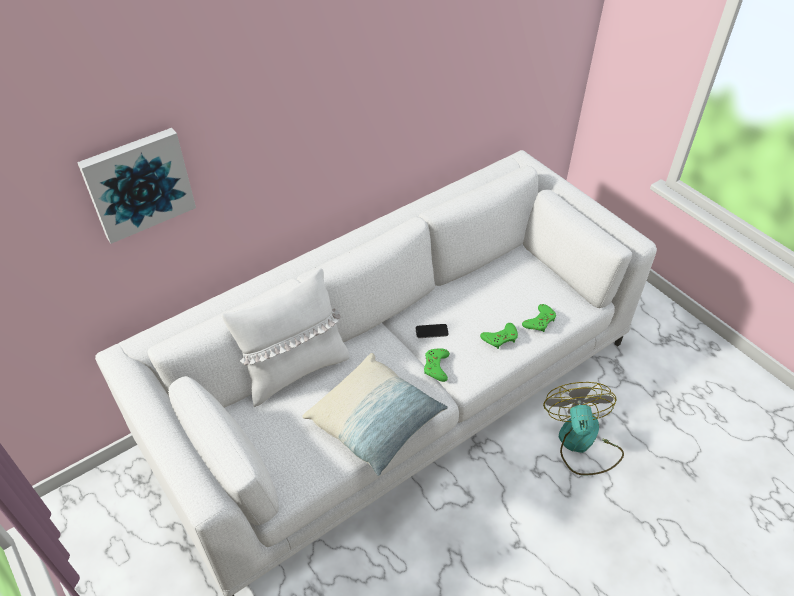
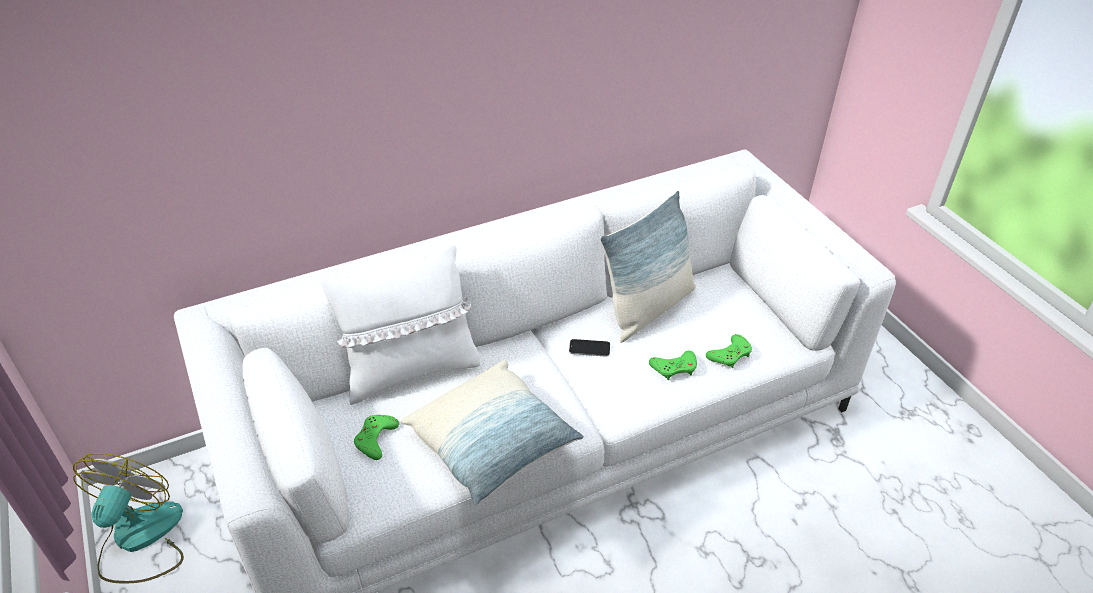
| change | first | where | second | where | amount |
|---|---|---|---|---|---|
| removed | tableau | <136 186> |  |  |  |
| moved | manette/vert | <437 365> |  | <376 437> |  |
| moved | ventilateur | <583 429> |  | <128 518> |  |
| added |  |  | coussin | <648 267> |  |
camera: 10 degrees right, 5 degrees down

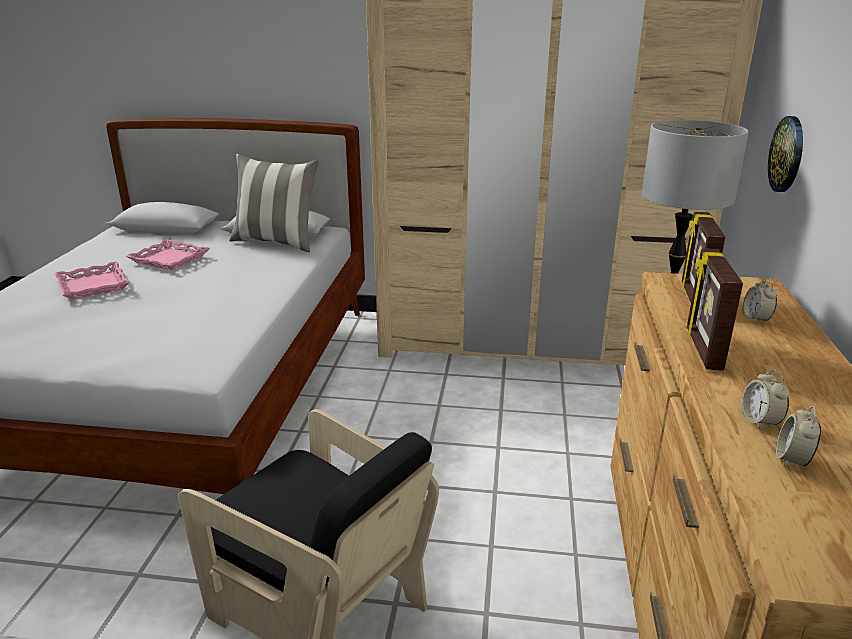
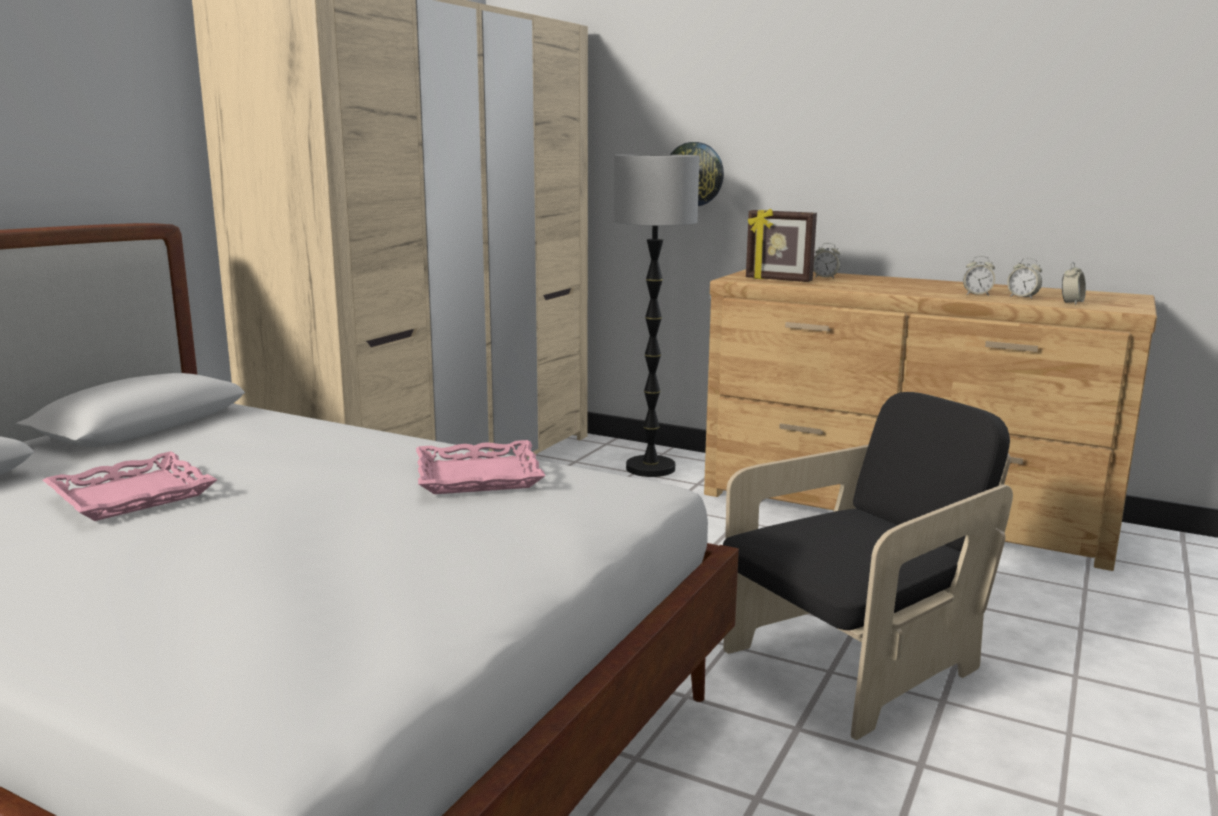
| change | first | where | second | where | amount |
|---|---|---|---|---|---|
| removed | coussin | <274 203> |  |  |  |
| removed | cadre photo | <715 309> |  |  |  |
| moved | plateau/rose | <92 280> |  | <480 467> |  |
| added |  |  | réveil | <1074 283> |  |
camera: 70 degrees left, 10 degrees down

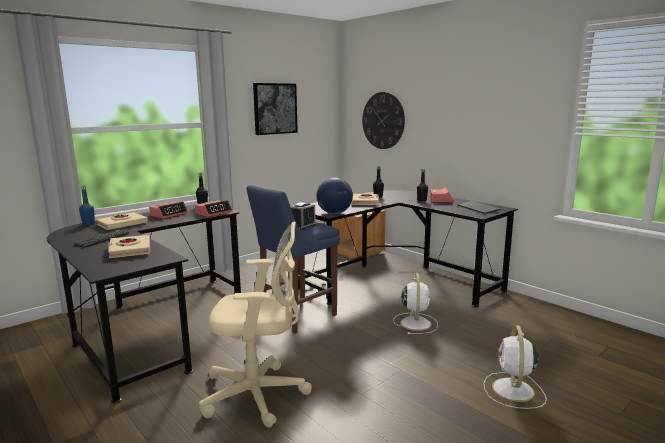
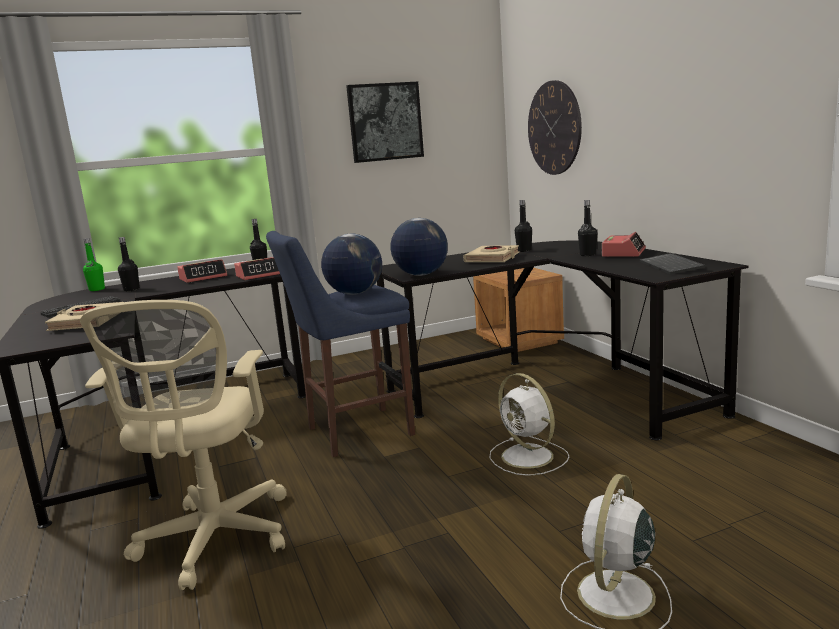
| change | first | where | second | where | amount |
|---|---|---|---|---|---|
| recoloured | bouteille/bleu | <87 206> | bouteille/vert | <94 264> |  |
| replaced | réveil | <303 216> | globe | <351 264> |  |
| replaced | livre/beige | <122 221> | bouteille/noir | <129 264> |  |
| turned | chaise de bureau/beige | <255 324> |  | <183 445> | 75 degrees clockwise |
| turned | ventilateur/blanc | <415 304> |  | <529 424> | 120 degrees clockwise |
camera: 20 degrees right, 0 degrees up

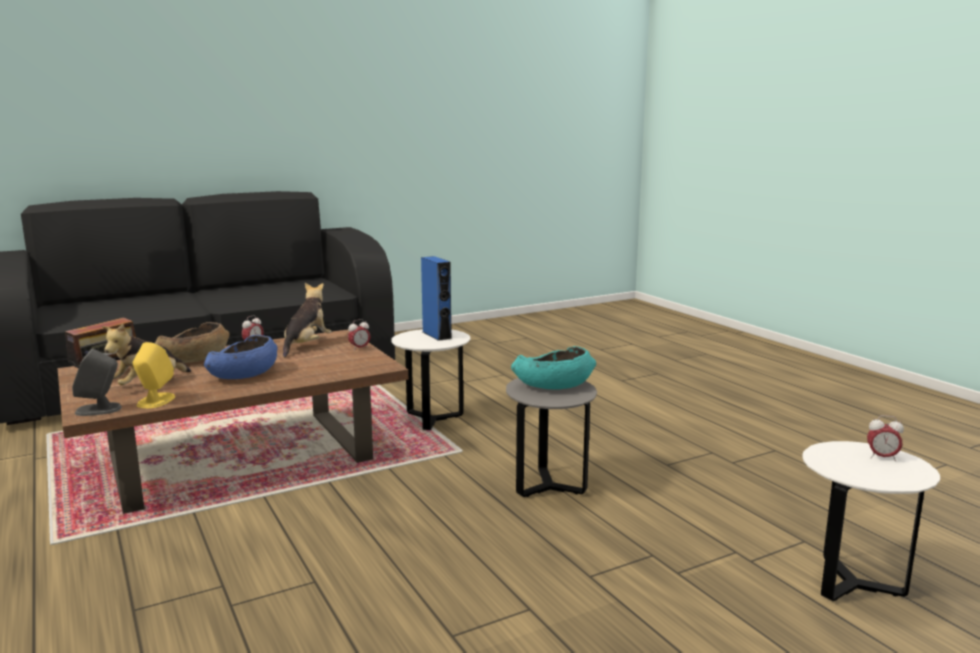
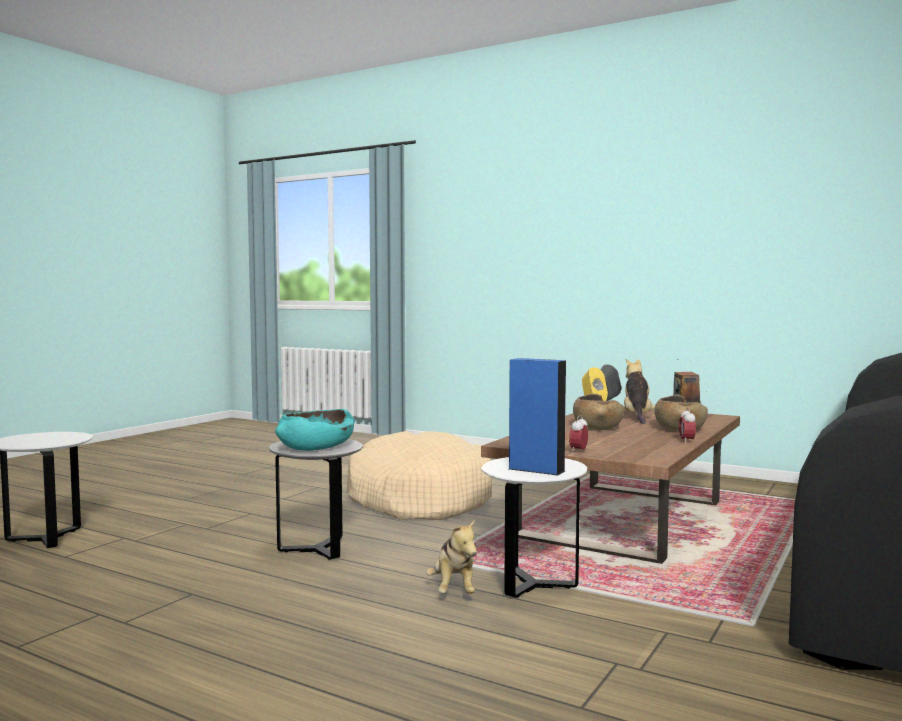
| change | first | where | second | where | amount |
|---|---|---|---|---|---|
| moved | peluche | <307 320> |  | <451 556> |  |
| recoloured | bol/bleu | <240 357> | bol/marron | <598 412> |  |
| removed | réveil | <885 438> |  |  |  |
| added |  |  | panier pour chien/beige | <419 475> |  |
camera: 150 degrees right, 10 degrees down

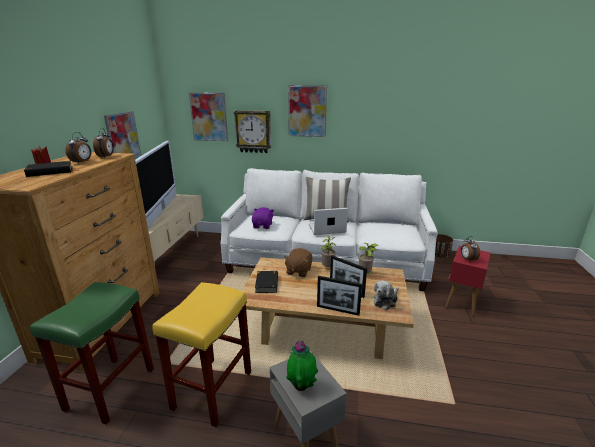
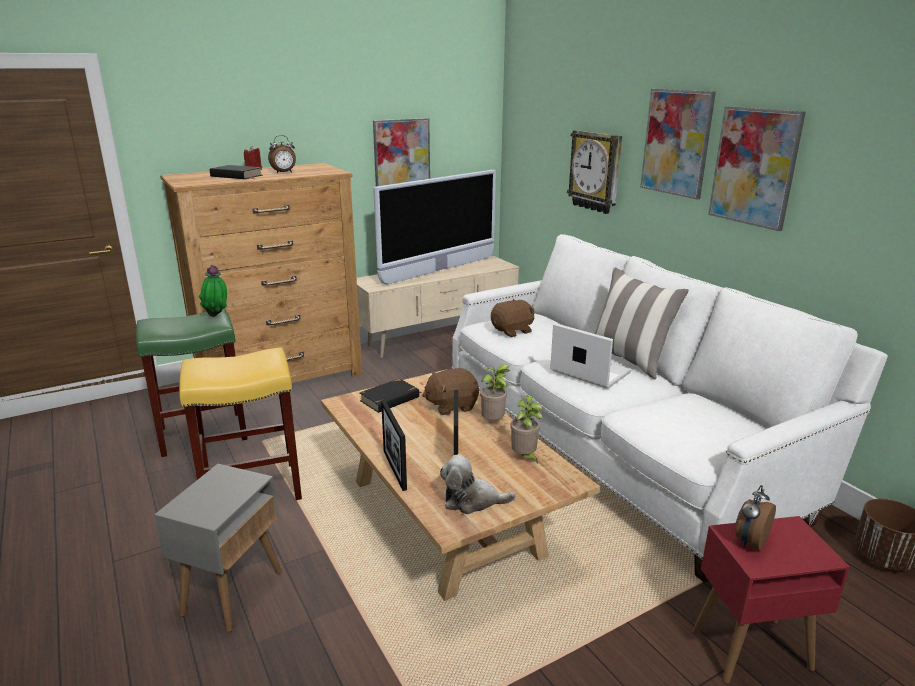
| change | first | where | second | where | amount |
|---|---|---|---|---|---|
| moved | tableau | <208 116> |  | <757 168> |  |
| removed | réveil | <103 143> |  |  |  |
| recoloured | peluche/violet | <263 218> | peluche/marron | <513 318> |  |
| moved | plante en pot | <302 366> |  | <213 291> |  |
camera: 50 degrees right, 0 degrees up

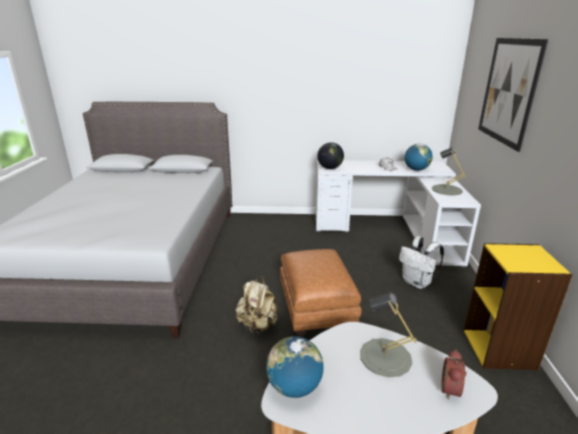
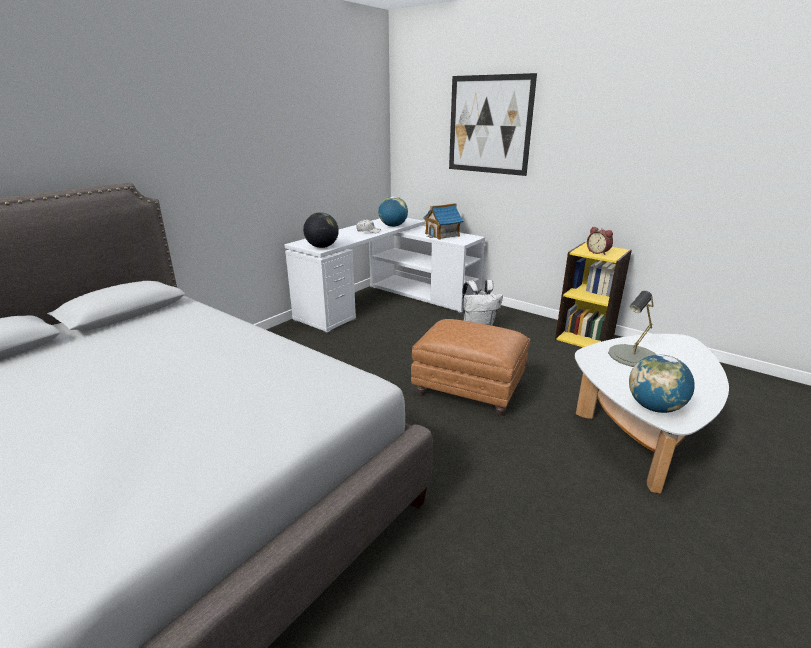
| change | first | where | second | where | amount |
|---|---|---|---|---|---|
| replaced | lampe de table/gris | <449 171> | maison miniature | <443 221> |  |
| removed | sac à dos/beige | <256 306> |  |  |  |
| moved | réveil | <454 374> |  | <600 241> |  |
camera: 55 degrees left, 0 degrees up

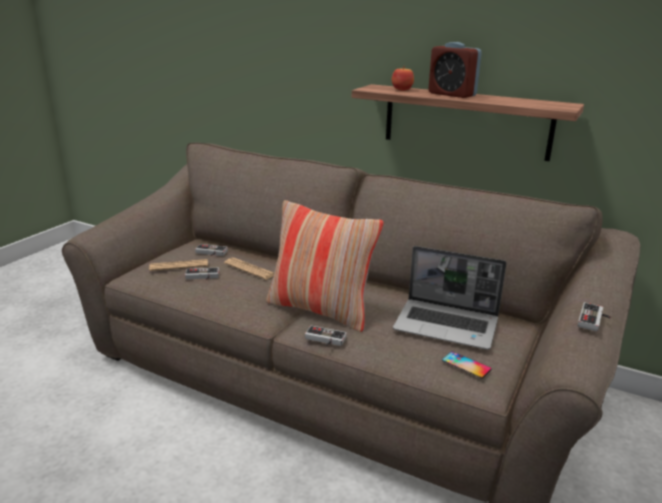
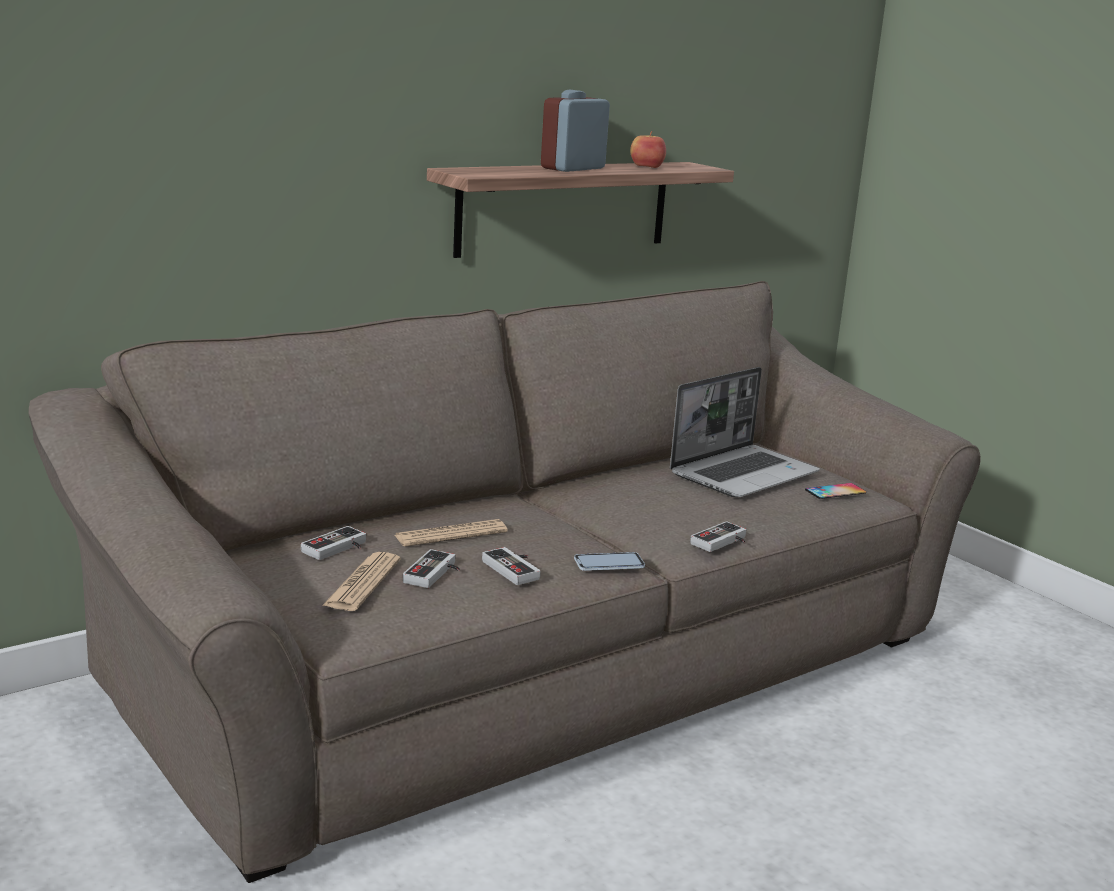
| change | first | where | second | where | amount |
|---|---|---|---|---|---|
| turned | réveil | <455 70> |  | <575 131> | 150 degrees clockwise |
| moved | pomme | <403 78> |  | <648 149> |  |
| removed | coussin | <325 266> |  |  |  |
| moved | manette | <595 316> |  | <511 566> |  |
| added |  |  | téléphone | <609 561> |  |
camera: 65 degrees left, 5 degrees down

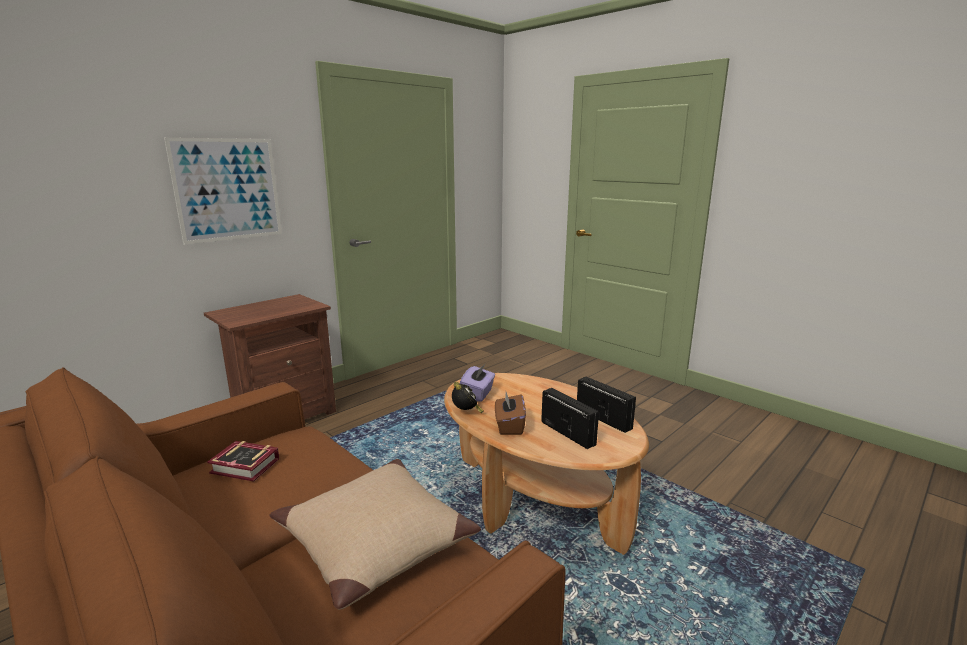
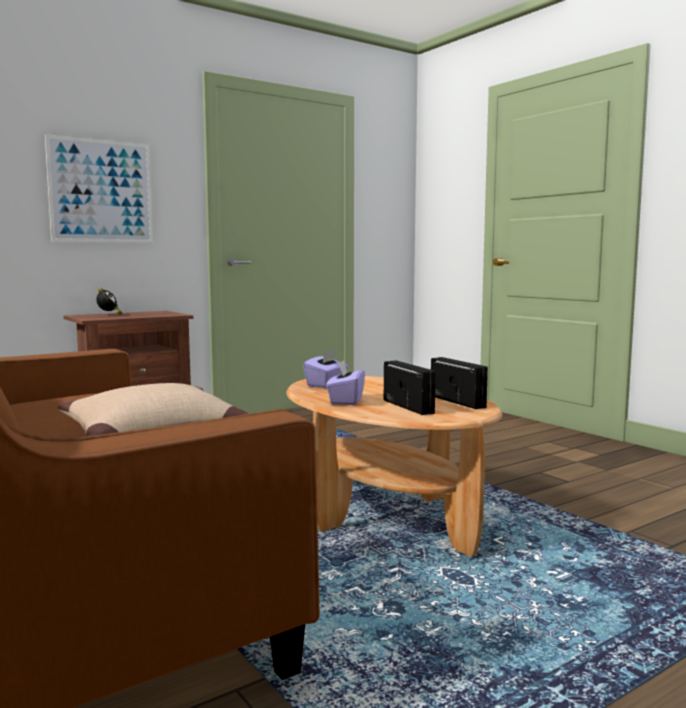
| change | first | where | second | where | amount |
|---|---|---|---|---|---|
| moved | réveil | <467 397> |  | <109 301> |  |
| recoloured | boîte à mouchoirs/marron | <510 413> | boîte à mouchoirs/violet | <345 382> |  |
| removed | livre | <243 461> |  |  |  |
camera: 10 degrees right, 10 degrees down

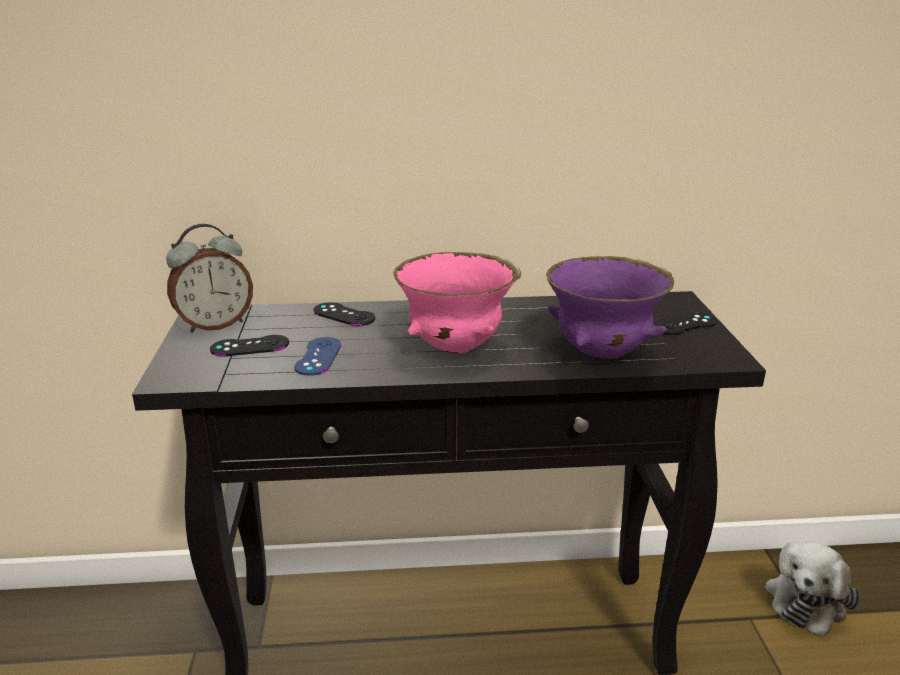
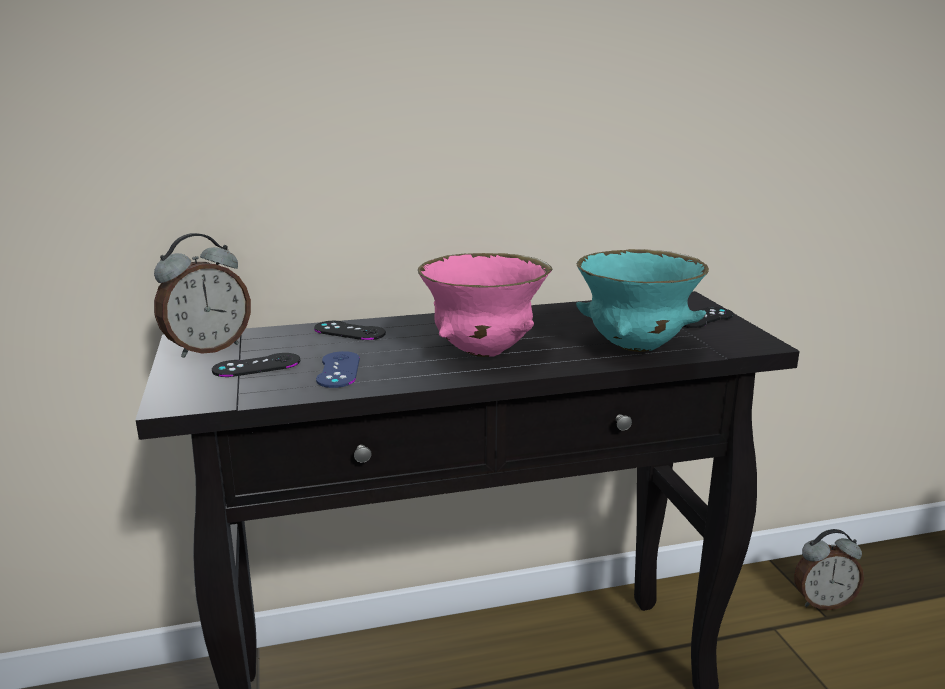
| change | first | where | second | where | amount |
|---|---|---|---|---|---|
| recoloured | bol/violet | <610 307> | bol/turquoise | <642 300> |  |
| replaced | peluche | <813 588> | réveil | <829 569> |  |
camera: 10 degrees left, 5 degrees down

